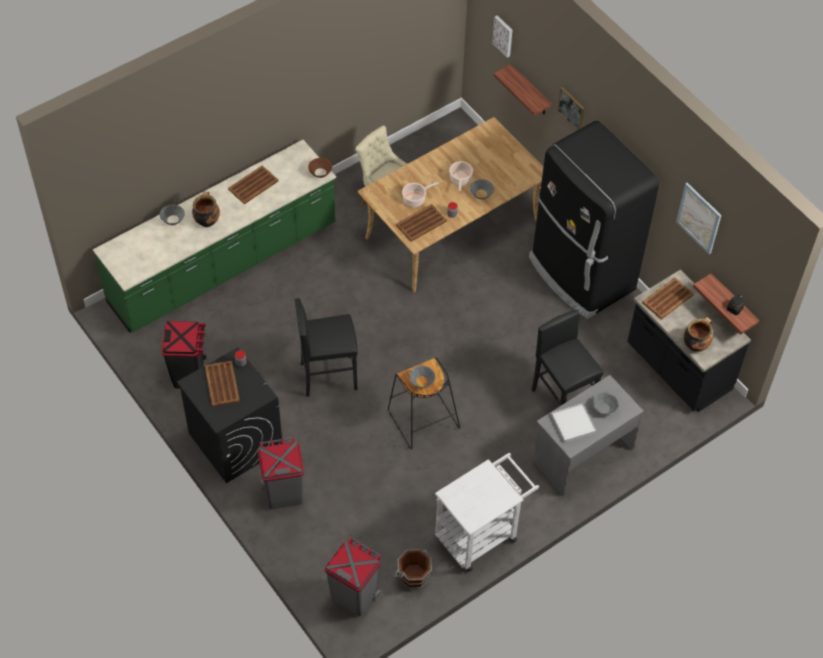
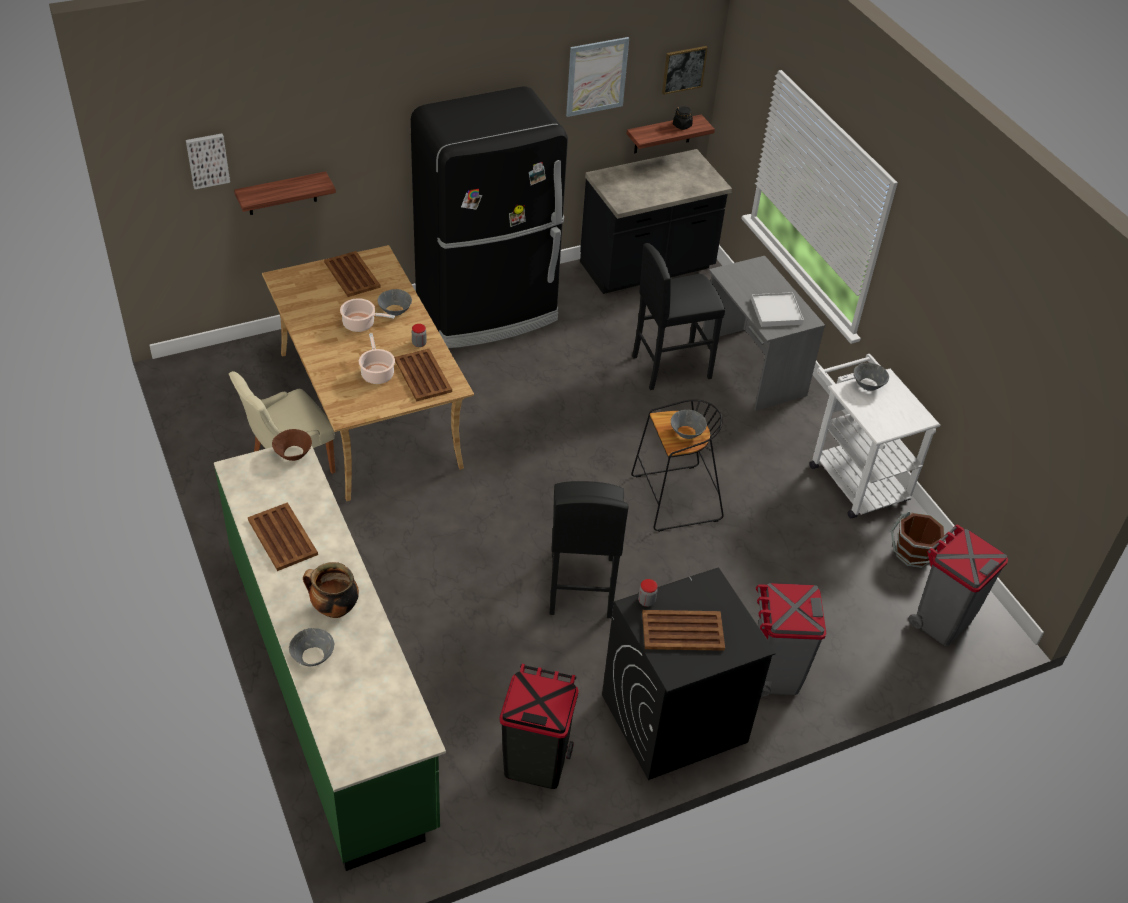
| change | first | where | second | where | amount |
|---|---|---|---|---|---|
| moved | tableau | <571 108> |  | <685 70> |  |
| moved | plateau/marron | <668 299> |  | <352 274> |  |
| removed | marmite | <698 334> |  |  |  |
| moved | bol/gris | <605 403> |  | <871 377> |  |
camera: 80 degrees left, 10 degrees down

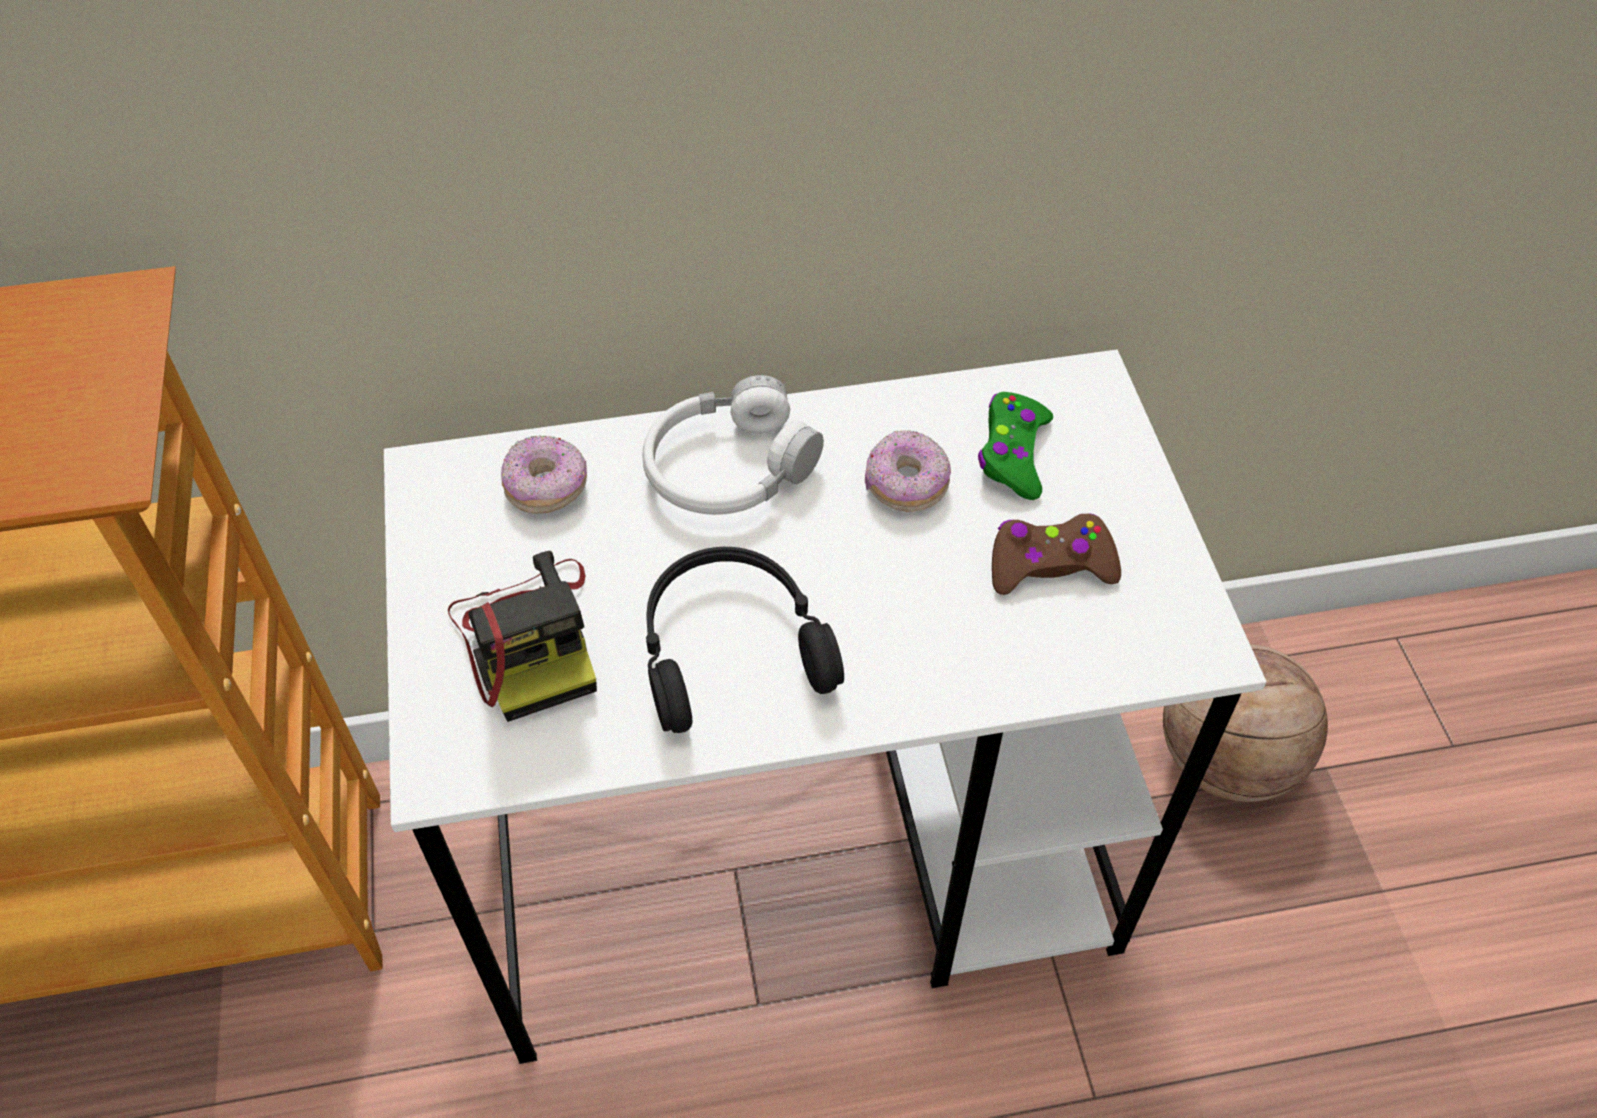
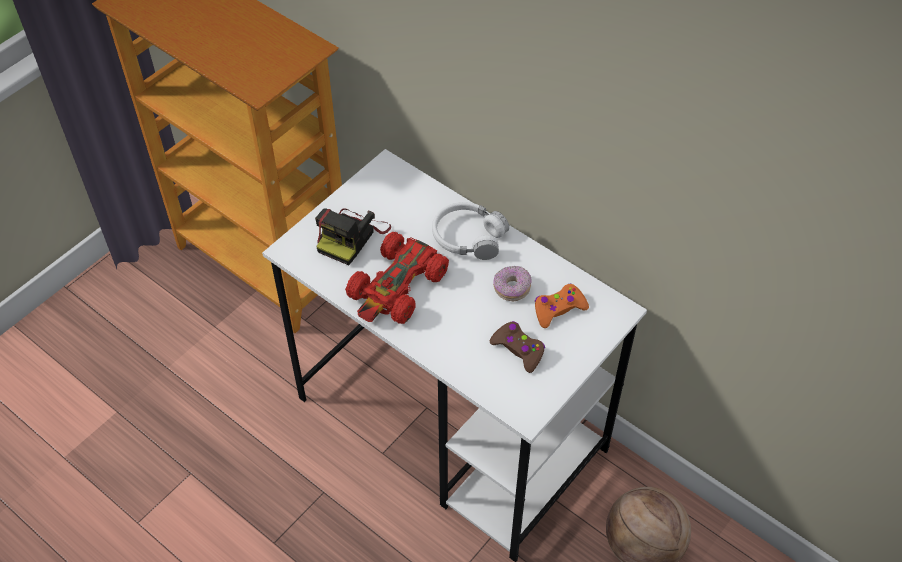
| change | first | where | second | where | amount |
|---|---|---|---|---|---|
| recoloured | manette/vert | <1015 446> | manette/orange | <562 306> |  |
| removed | beignet | <544 474> |  |  |  |
| replaced | casque audio/noir | <745 640> | petite voiture/rouge | <397 278> |  |
camera: 50 degrees right, 0 degrees up

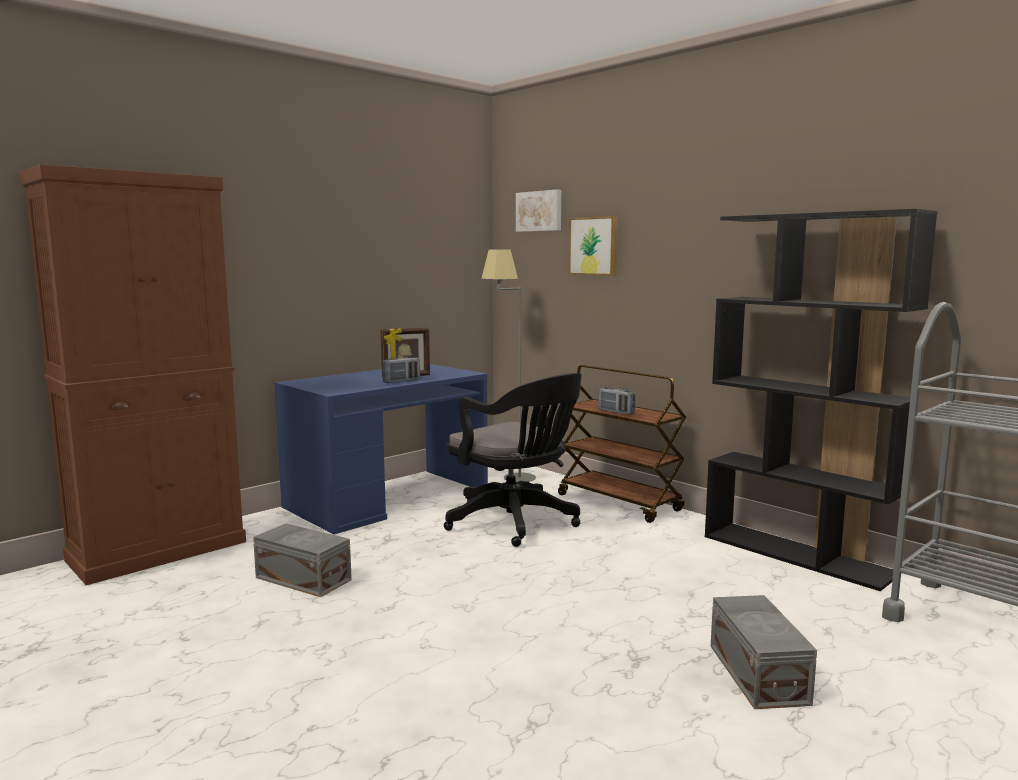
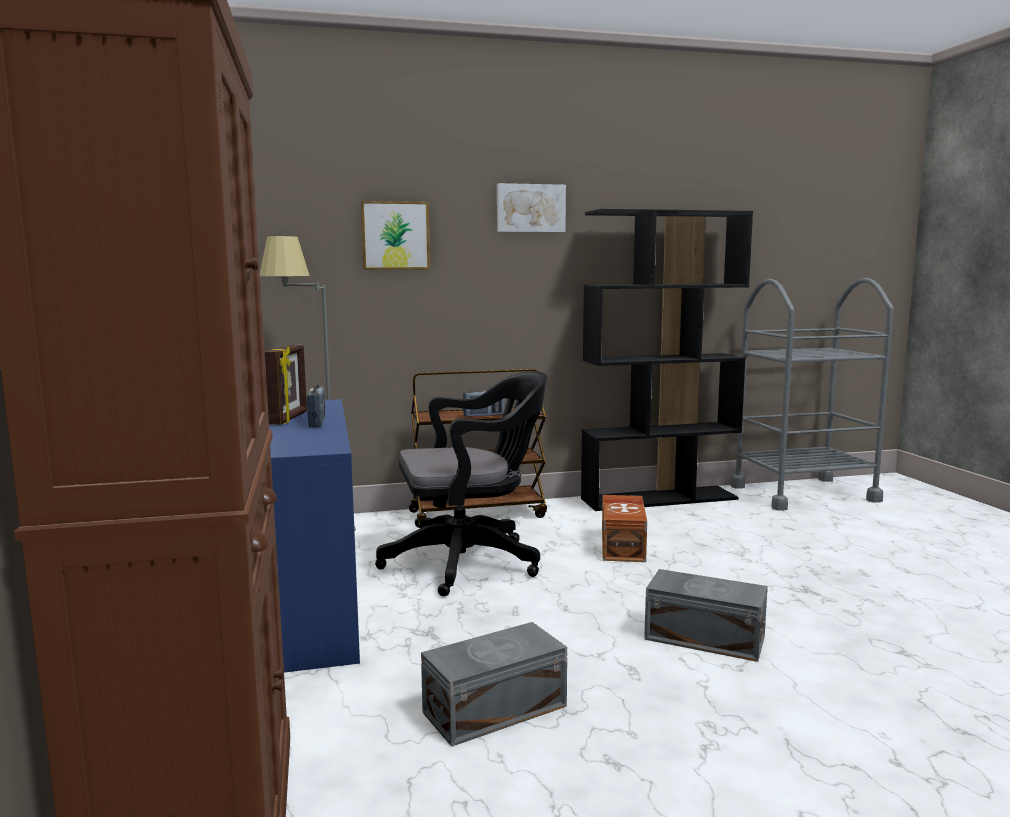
| change | first | where | second | where | amount |
|---|---|---|---|---|---|
| moved | tableau | <538 210> |  | <531 207> |  |
| moved | boîte de rangement/gris | <764 652> |  | <706 615> |  |
| added |  |  | boîte de rangement/marron | <624 528> |  |
camera: 60 degrees left, 0 degrees up

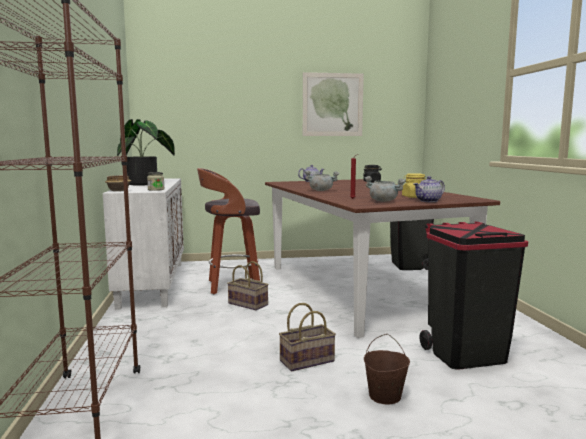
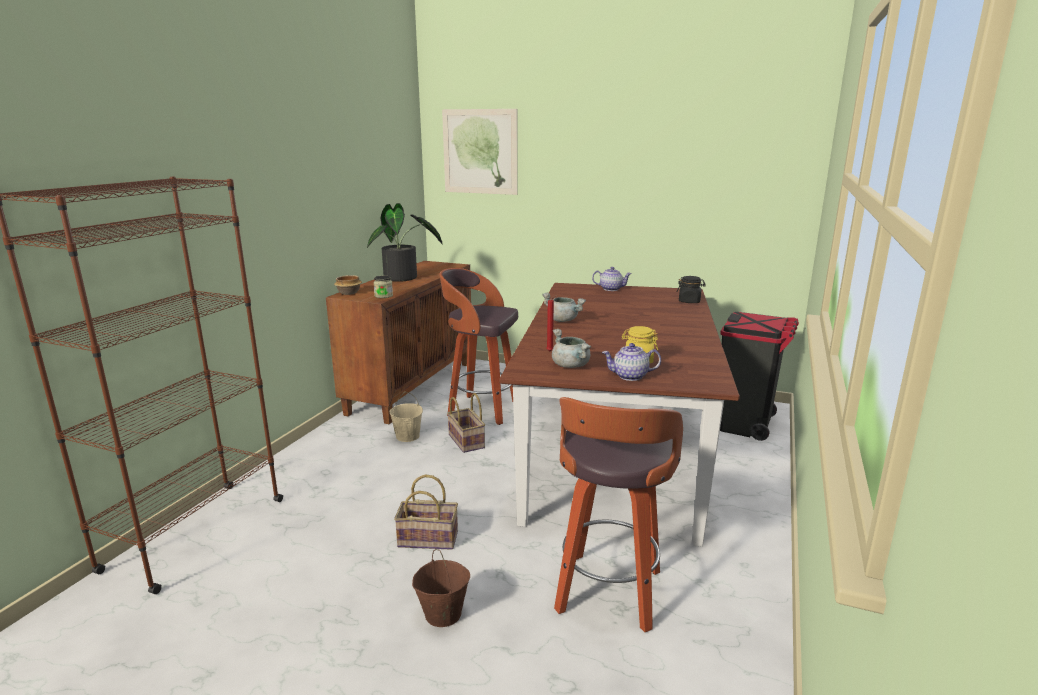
| change | first | where | second | where | amount |
|---|---|---|---|---|---|
| moved | tableau | <333 104> |  | <480 152> |  |
| recoloured | meuble de rangement/blanc | <143 244> | meuble de rangement/marron | <398 342> |  |
| replaced | poubelle/noir | <474 295> | tabouret | <618 515> |  |
| added |  |  | seau/beige | <406 417> |  |
camera: 30 degrees right, 10 degrees up

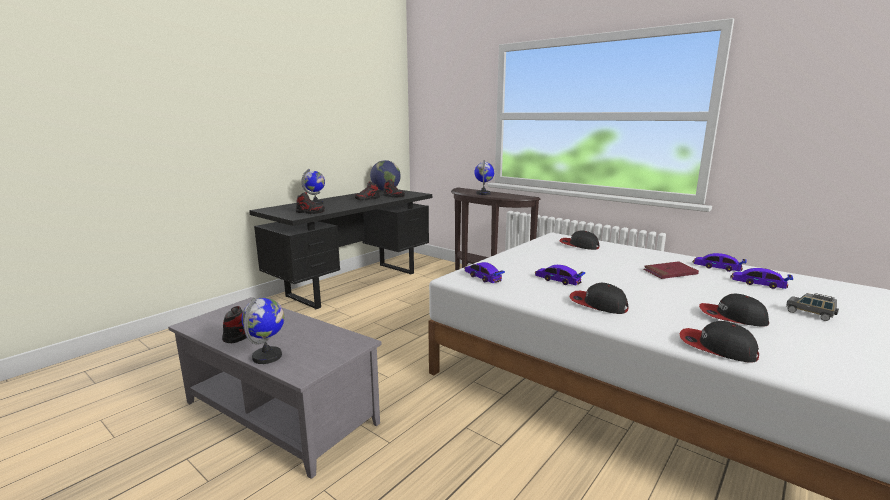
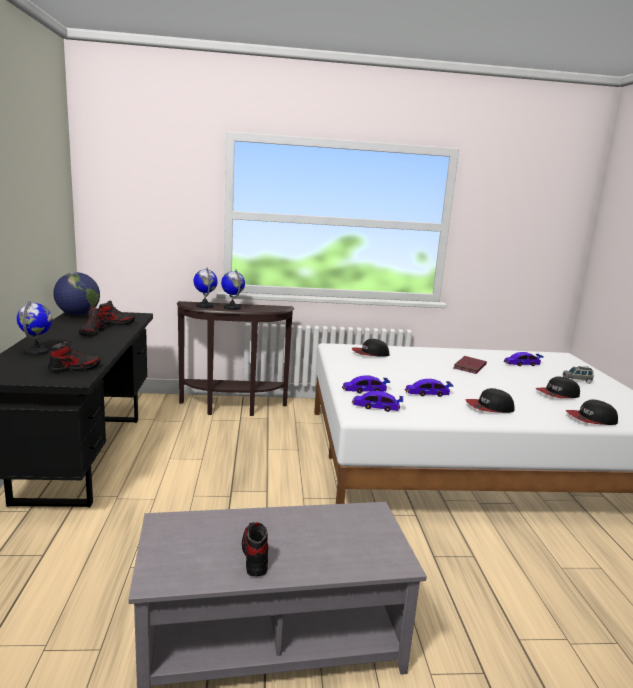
| change | first | where | second | where | amount |
|---|---|---|---|---|---|
| moved | petite voiture | <719 262> |  | <366 384> |  |
| moved | globe | <263 331> |  | <206 287> |  |
camera: 45 degrees left, 0 degrees up

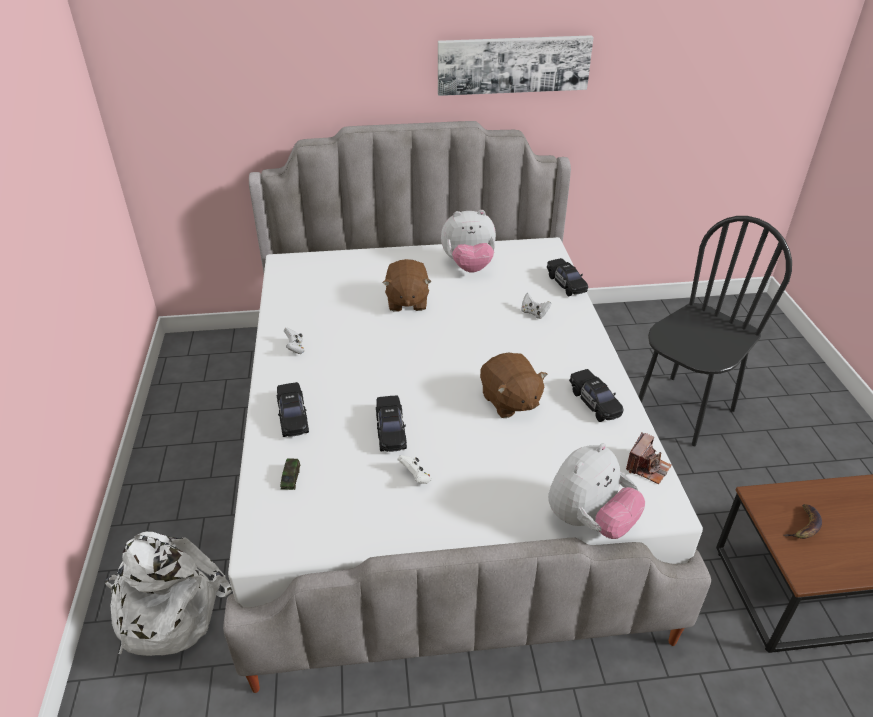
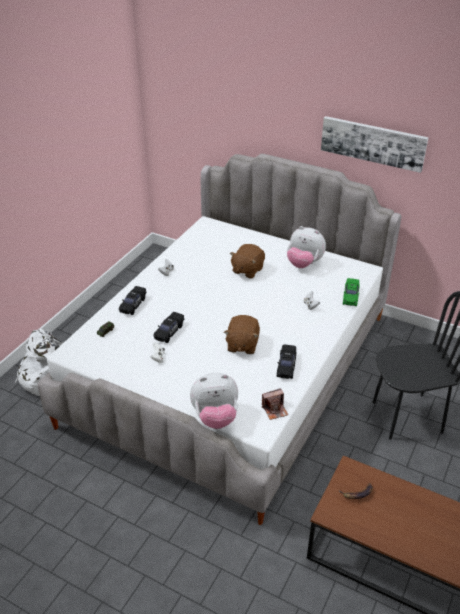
| change | first | where | second | where | amount |
|---|---|---|---|---|---|
| recoloured | petite voiture/noir | <567 277> | petite voiture/vert | <351 292> |  |
camera: 35 degrees right, 0 degrees up

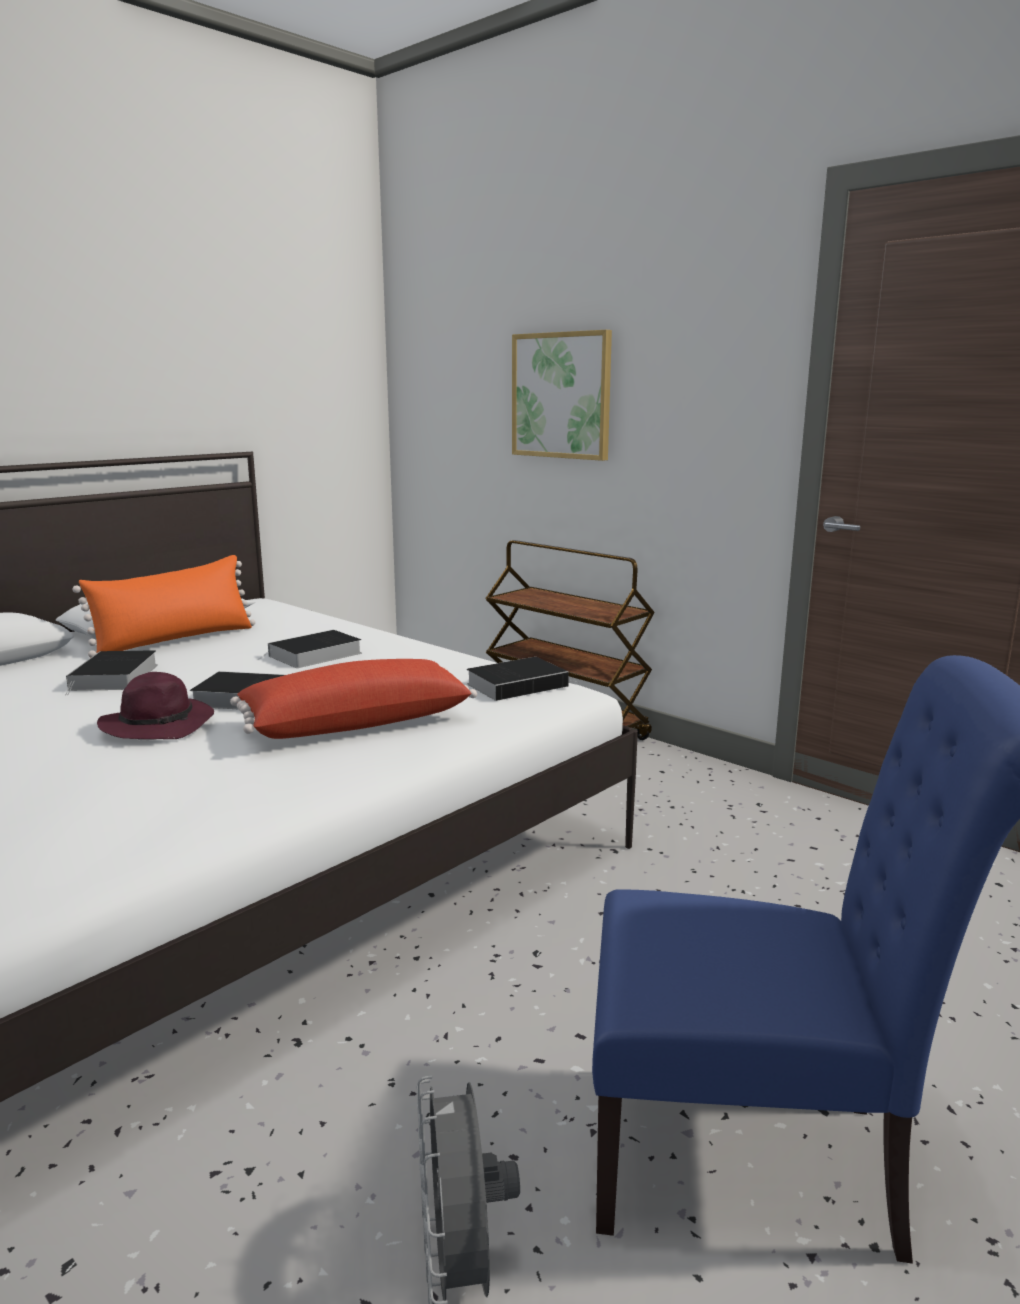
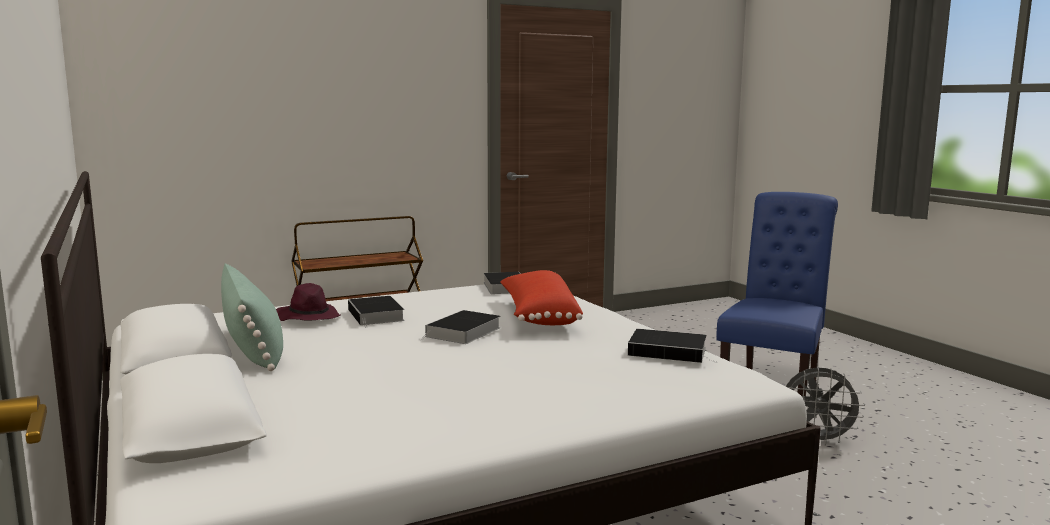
| change | first | where | second | where | amount |
|---|---|---|---|---|---|
| removed | tableau | <562 395> |  |  |  |
| recoloured | coussin/orange | <163 606> | coussin/vert | <252 317> |  |
| moved | livre | <111 673> |  | <672 346> |  |
| moved | chapeau/violet | <155 705> |  | <308 302> |  |
camera: 70 degrees left, 5 degrees down

